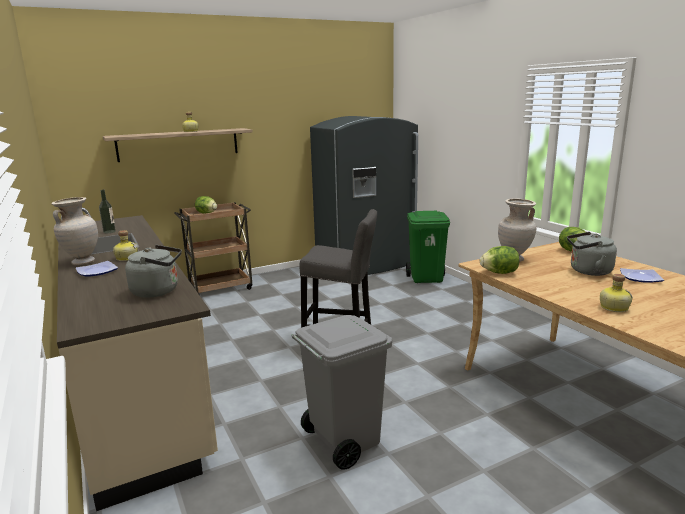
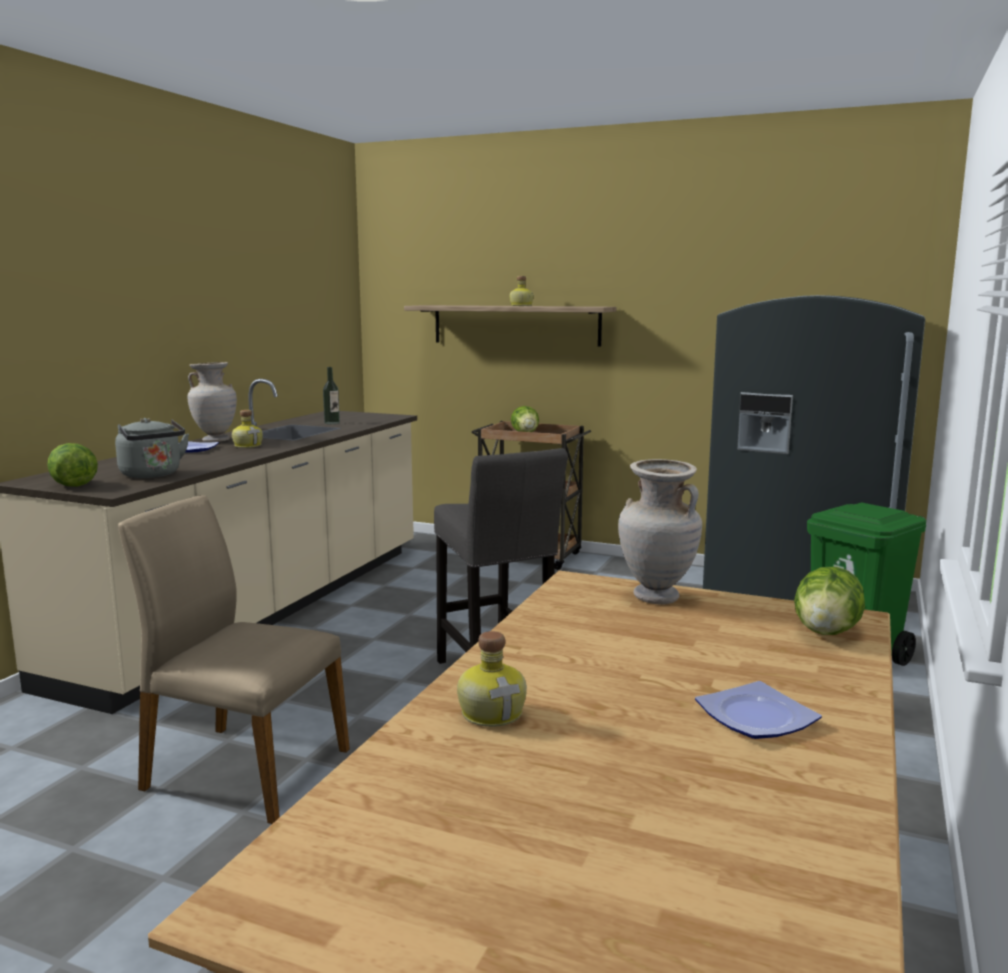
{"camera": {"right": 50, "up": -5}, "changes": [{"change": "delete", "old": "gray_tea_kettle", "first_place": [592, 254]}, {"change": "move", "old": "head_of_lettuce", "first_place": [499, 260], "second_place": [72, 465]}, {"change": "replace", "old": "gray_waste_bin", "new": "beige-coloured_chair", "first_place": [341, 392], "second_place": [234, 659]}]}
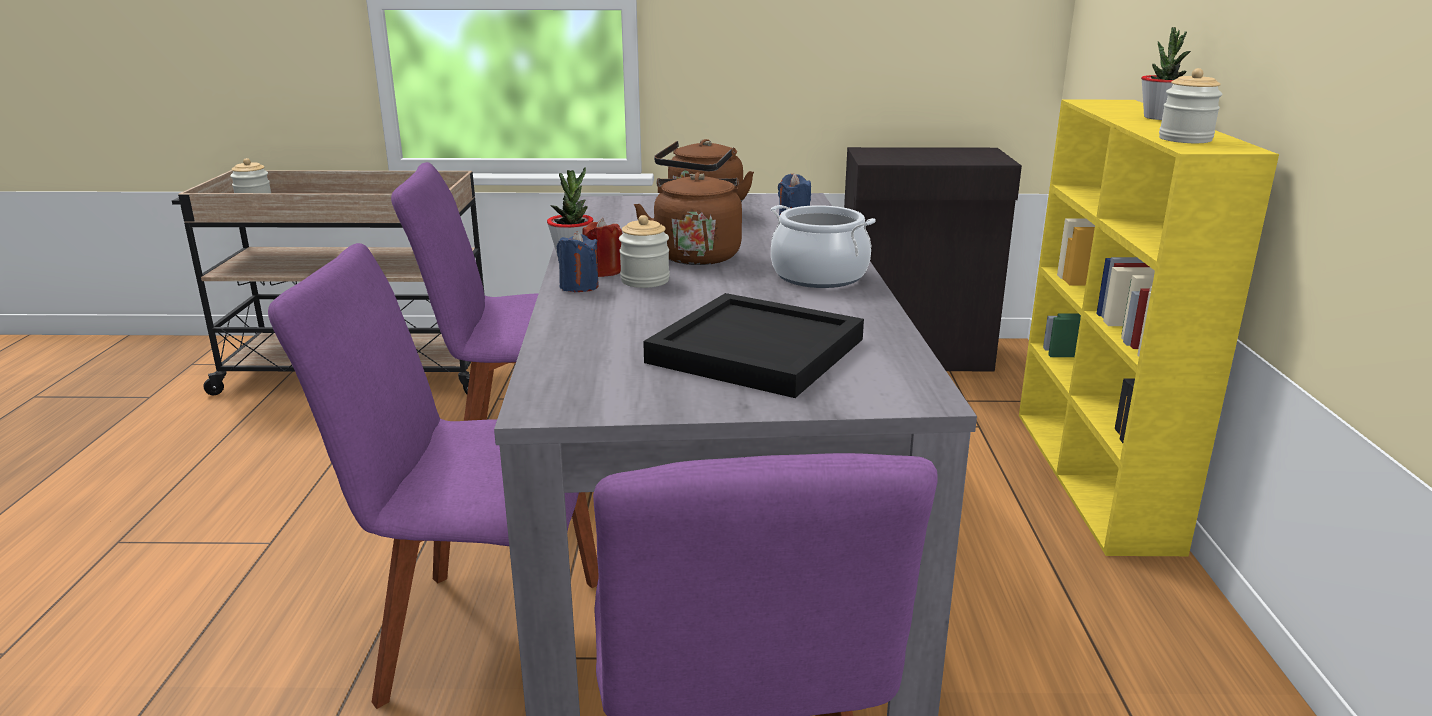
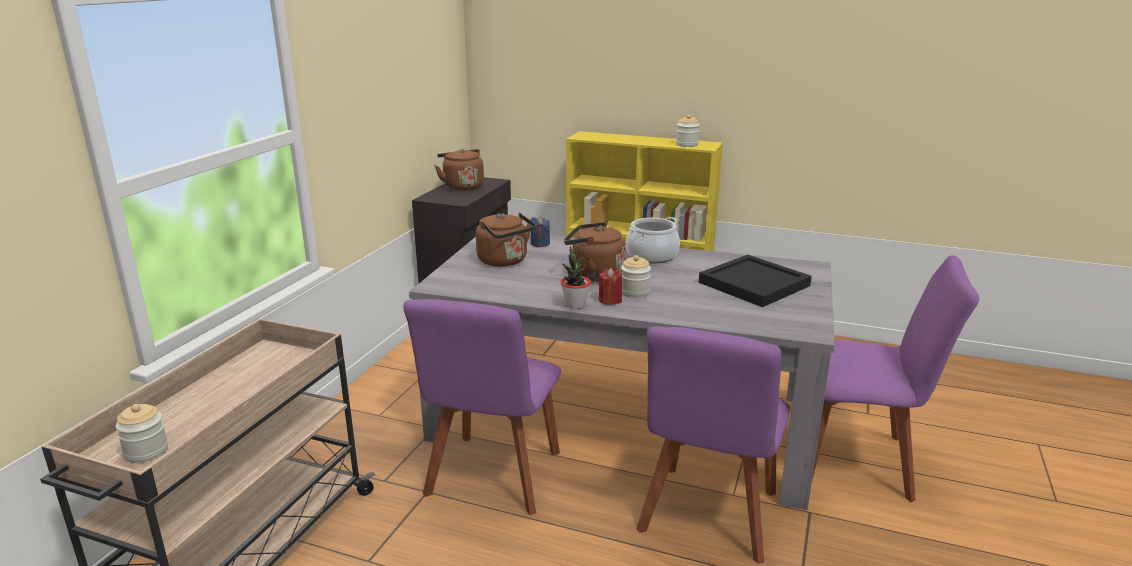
{"camera": {"right": -70, "up": 0}, "changes": [{"change": "delete", "old": "blue_wax_candle", "first_place": [578, 261]}, {"change": "delete", "old": "plant_in_a_pot", "first_place": [1166, 73]}, {"change": "insert", "new": "brown-coloured_tea_kettle", "second_place": [459, 170]}]}
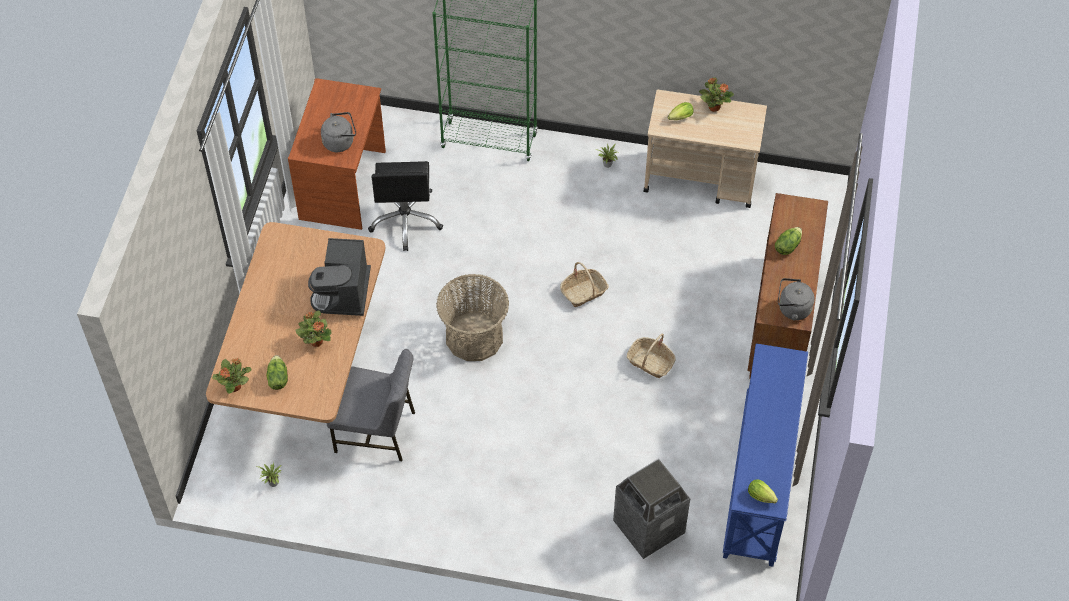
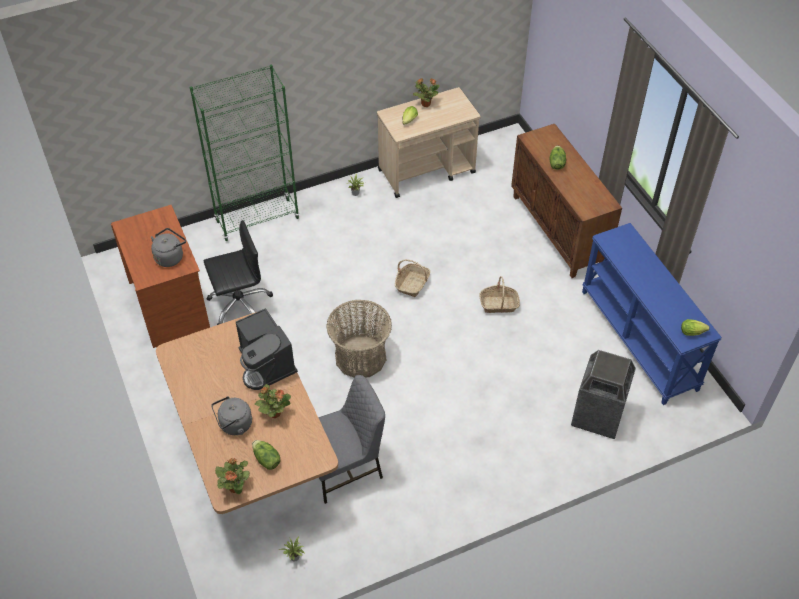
{"camera": {"right": -35, "up": -5}, "changes": [{"change": "move", "old": "gray_tea_kettle", "first_place": [796, 299], "second_place": [231, 415]}, {"change": "rotate", "old": "black-coloured_computer_chair", "first_place": [405, 206], "second_place": [238, 272], "degrees": -75}]}
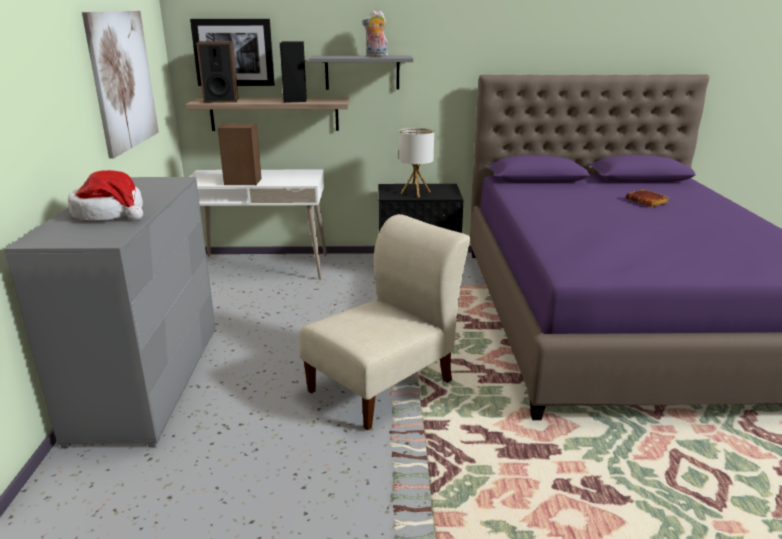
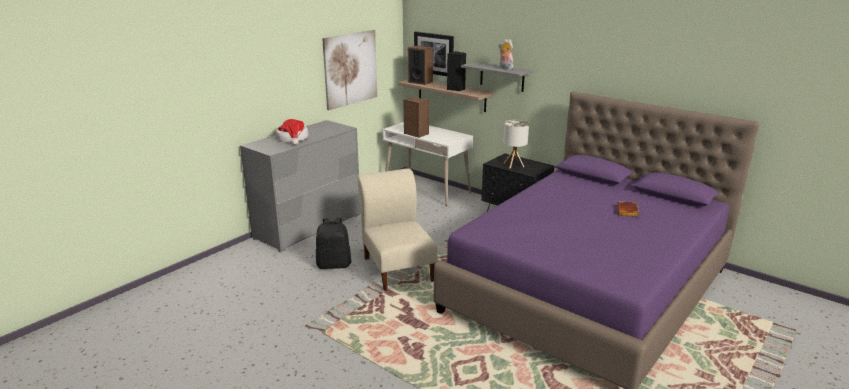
{"camera": {"right": 40, "up": 0}, "changes": [{"change": "insert", "new": "black-coloured_knapsack", "second_place": [333, 243]}, {"change": "rotate", "old": "beige-coloured_chair", "first_place": [384, 322], "second_place": [397, 229], "degrees": -105}]}
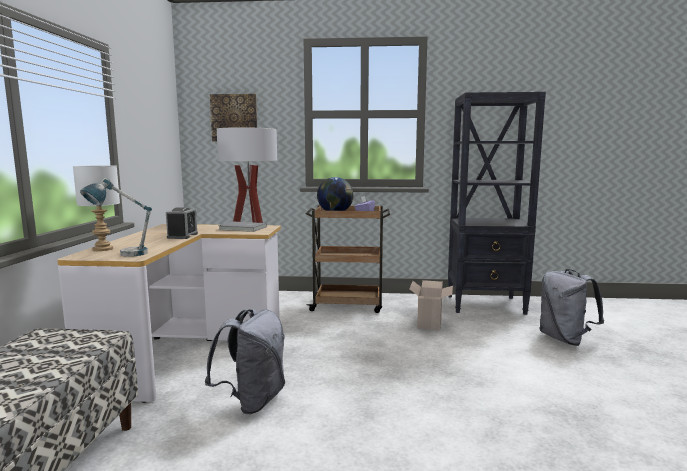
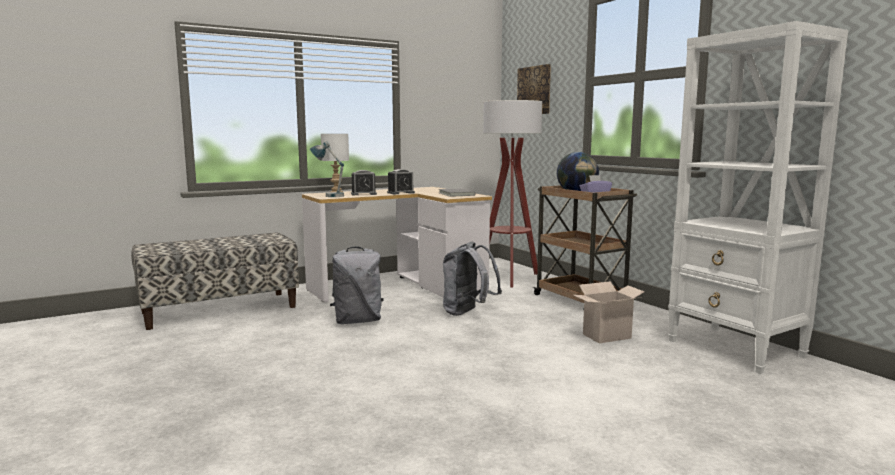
{"camera": {"right": 55, "up": 0}, "changes": [{"change": "insert", "new": "bedside_clock", "second_place": [364, 182]}, {"change": "move", "old": "gray_knapsack", "first_place": [571, 307], "second_place": [472, 279]}, {"change": "recolor", "old": "black-coloured_bookshelf", "new": "white_bookshelf", "first_place": [497, 203], "second_place": [758, 197]}]}
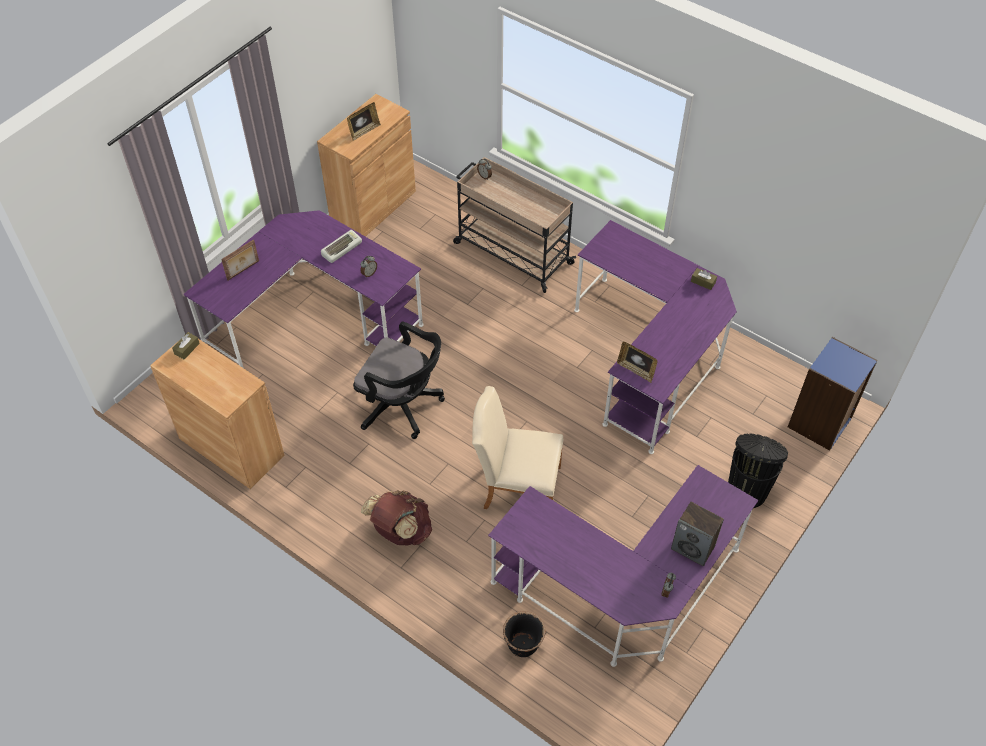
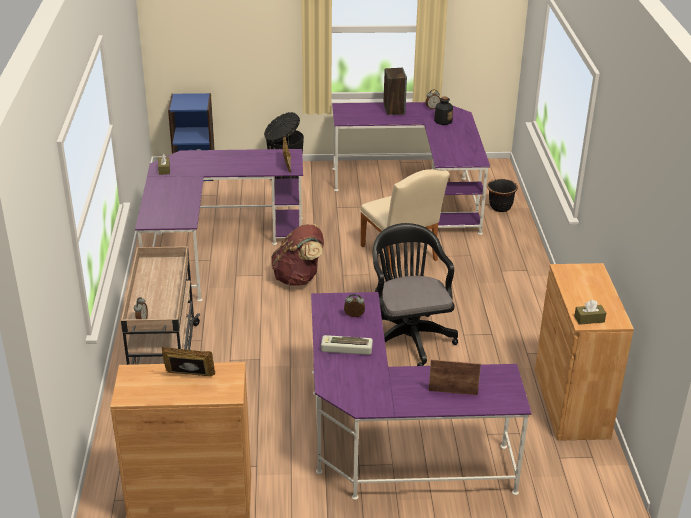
{"camera": {"right": -130, "up": -20}, "changes": [{"change": "insert", "new": "beverage_bottle", "second_place": [443, 111]}, {"change": "move", "old": "brown-coloured_knapsack", "first_place": [396, 517], "second_place": [297, 255]}]}
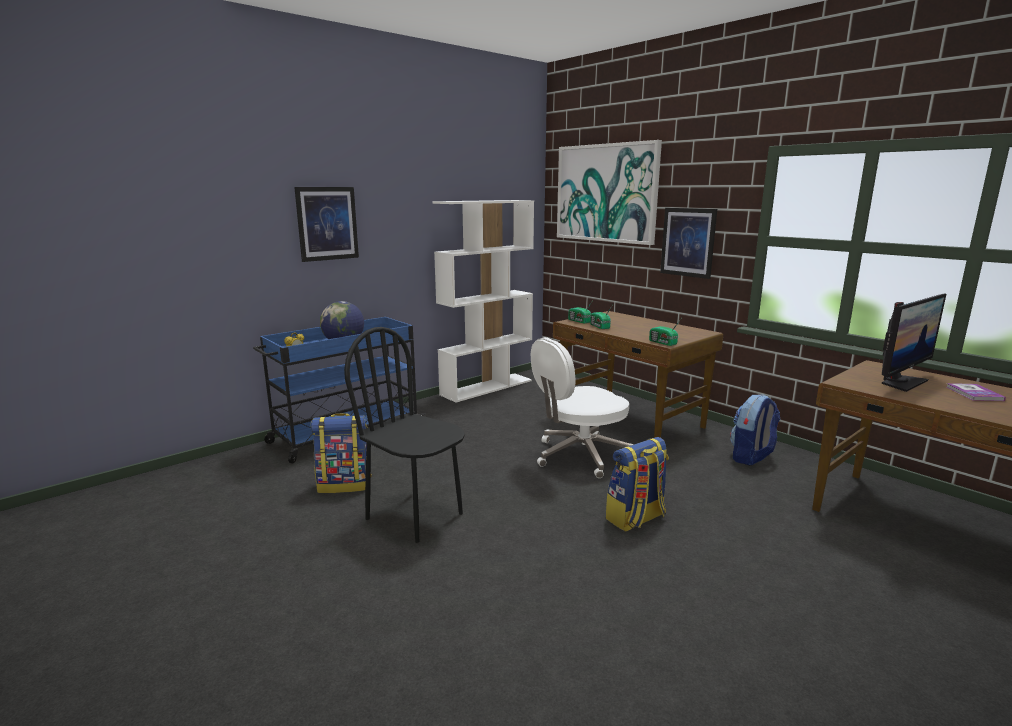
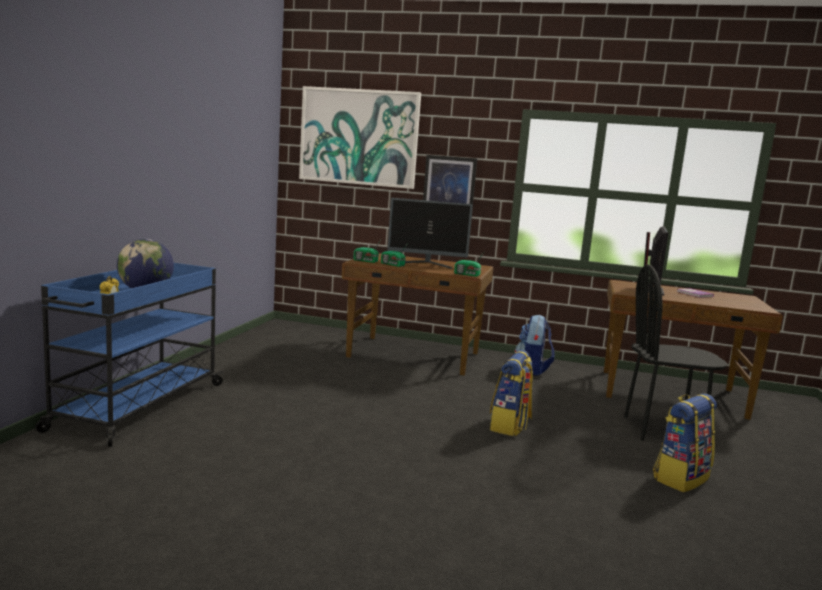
{"camera": {"right": -35, "up": -5}, "changes": [{"change": "delete", "old": "picture", "first_place": [326, 224]}, {"change": "delete", "old": "white_bookshelf", "first_place": [483, 301]}, {"change": "delete", "old": "white_computer_chair", "first_place": [582, 407]}, {"change": "insert", "new": "monitor", "second_place": [430, 233]}, {"change": "move", "old": "knapsack", "first_place": [341, 453], "second_place": [685, 442]}, {"change": "move", "old": "black-coloured_chair", "first_place": [404, 435], "second_place": [675, 353]}]}
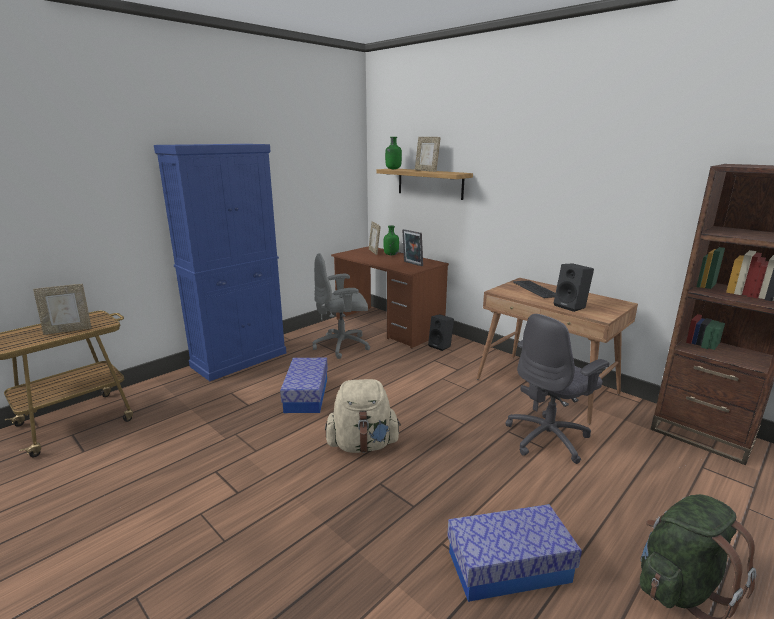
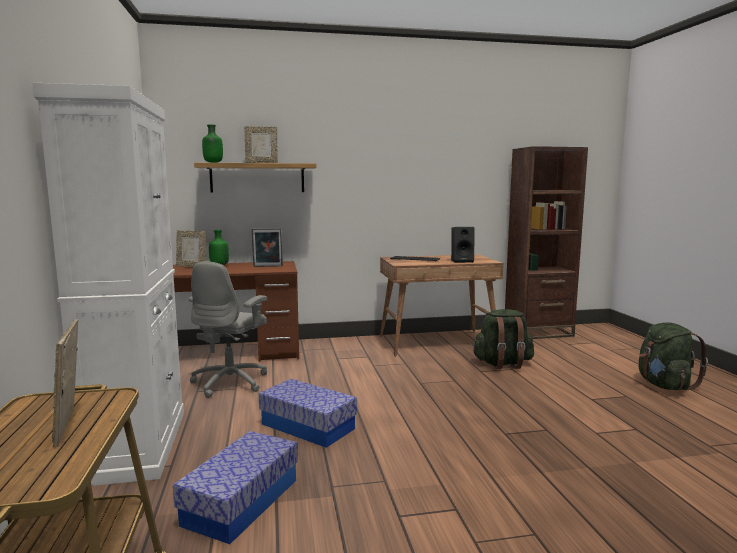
{"camera": {"right": -55, "up": -10}, "changes": [{"change": "delete", "old": "beige-coloured_knapsack", "first_place": [363, 416]}, {"change": "delete", "old": "black-coloured_speaker", "first_place": [441, 332]}, {"change": "move", "old": "storage_container", "first_place": [514, 553], "second_place": [235, 487]}, {"change": "replace", "old": "gray_computer_chair", "new": "green-coloured_knapsack", "first_place": [557, 389], "second_place": [503, 339]}, {"change": "recolor", "old": "blue_cupboard", "new": "white_cupboard", "first_place": [220, 262], "second_place": [108, 284]}, {"change": "rotate", "old": "photo_frame", "first_place": [62, 309], "second_place": [65, 383], "degrees": 150}]}
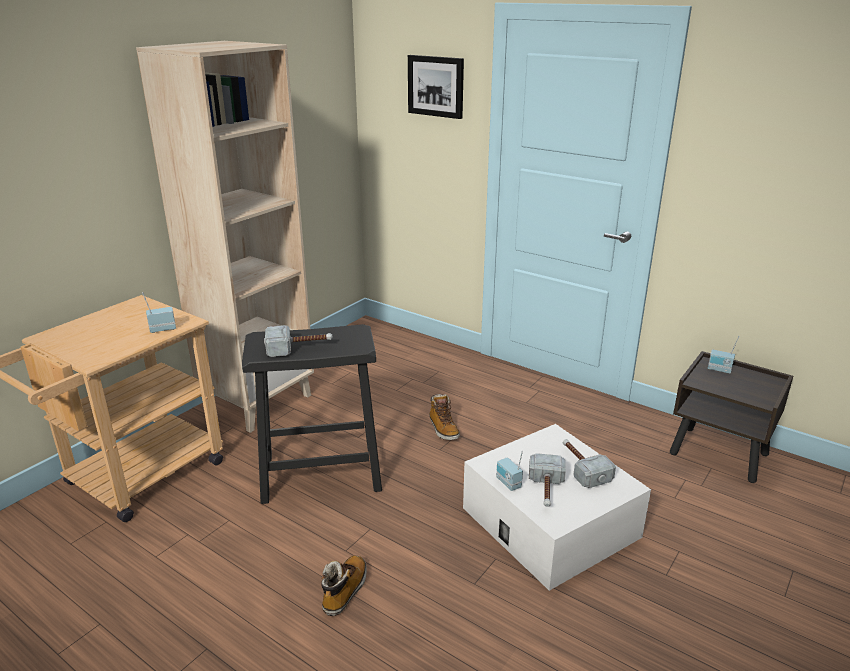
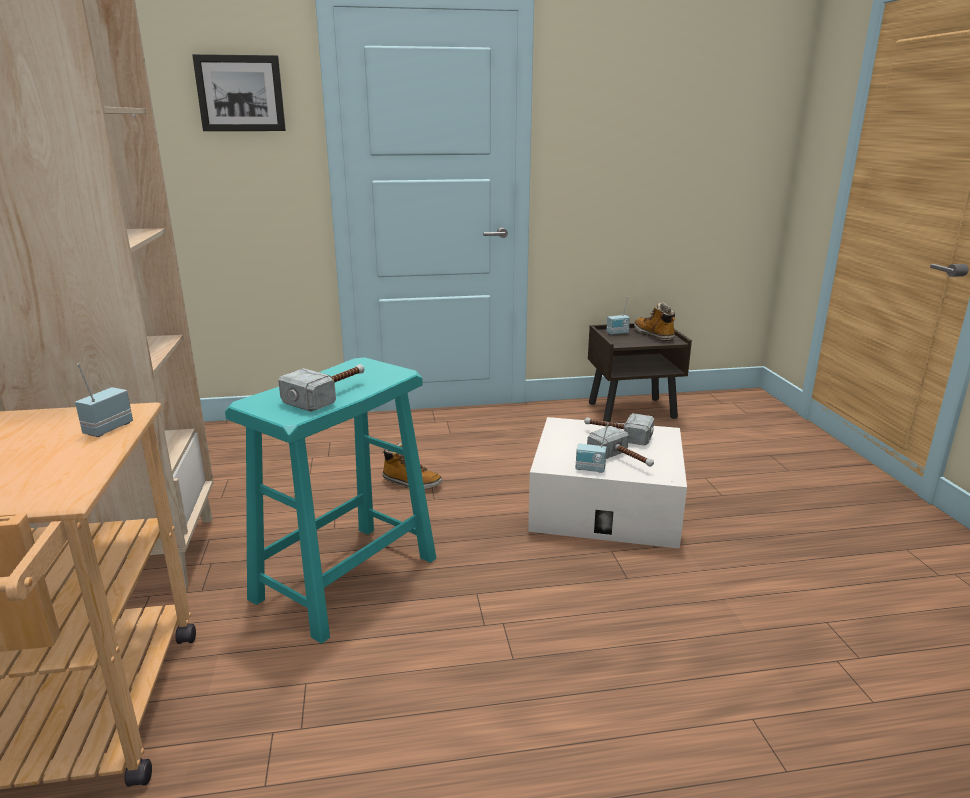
{"camera": {"right": -45, "up": -5}, "changes": [{"change": "move", "old": "high-top_boot", "first_place": [344, 586], "second_place": [654, 321]}, {"change": "recolor", "old": "black-coloured_sitting_stool", "new": "turquoise-coloured_sitting_stool", "first_place": [312, 414], "second_place": [330, 500]}]}
